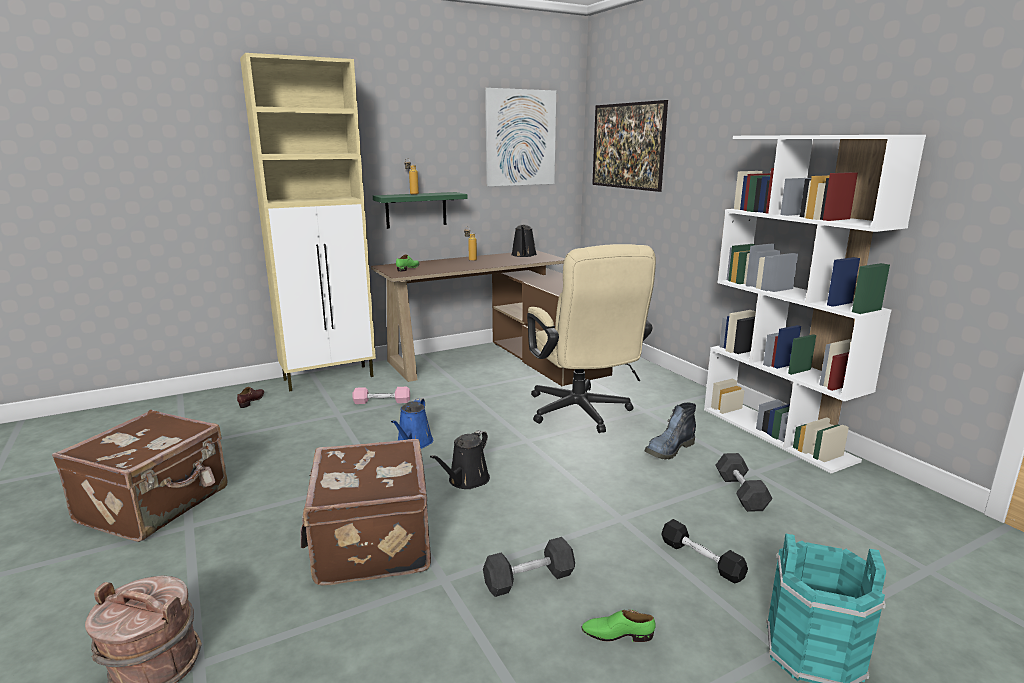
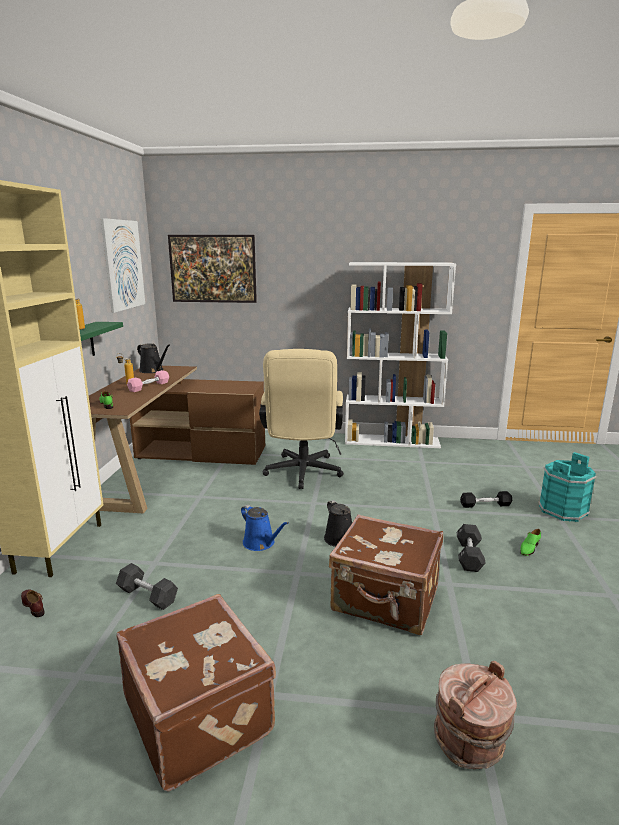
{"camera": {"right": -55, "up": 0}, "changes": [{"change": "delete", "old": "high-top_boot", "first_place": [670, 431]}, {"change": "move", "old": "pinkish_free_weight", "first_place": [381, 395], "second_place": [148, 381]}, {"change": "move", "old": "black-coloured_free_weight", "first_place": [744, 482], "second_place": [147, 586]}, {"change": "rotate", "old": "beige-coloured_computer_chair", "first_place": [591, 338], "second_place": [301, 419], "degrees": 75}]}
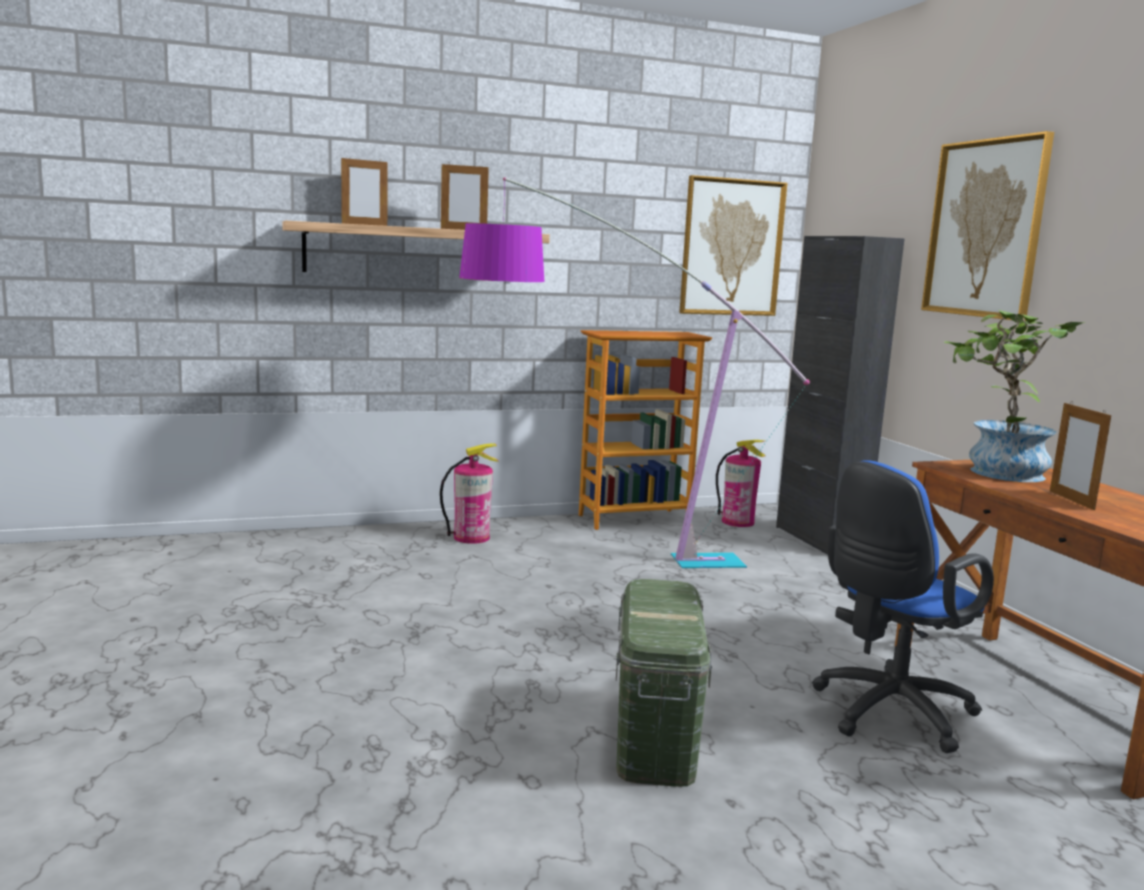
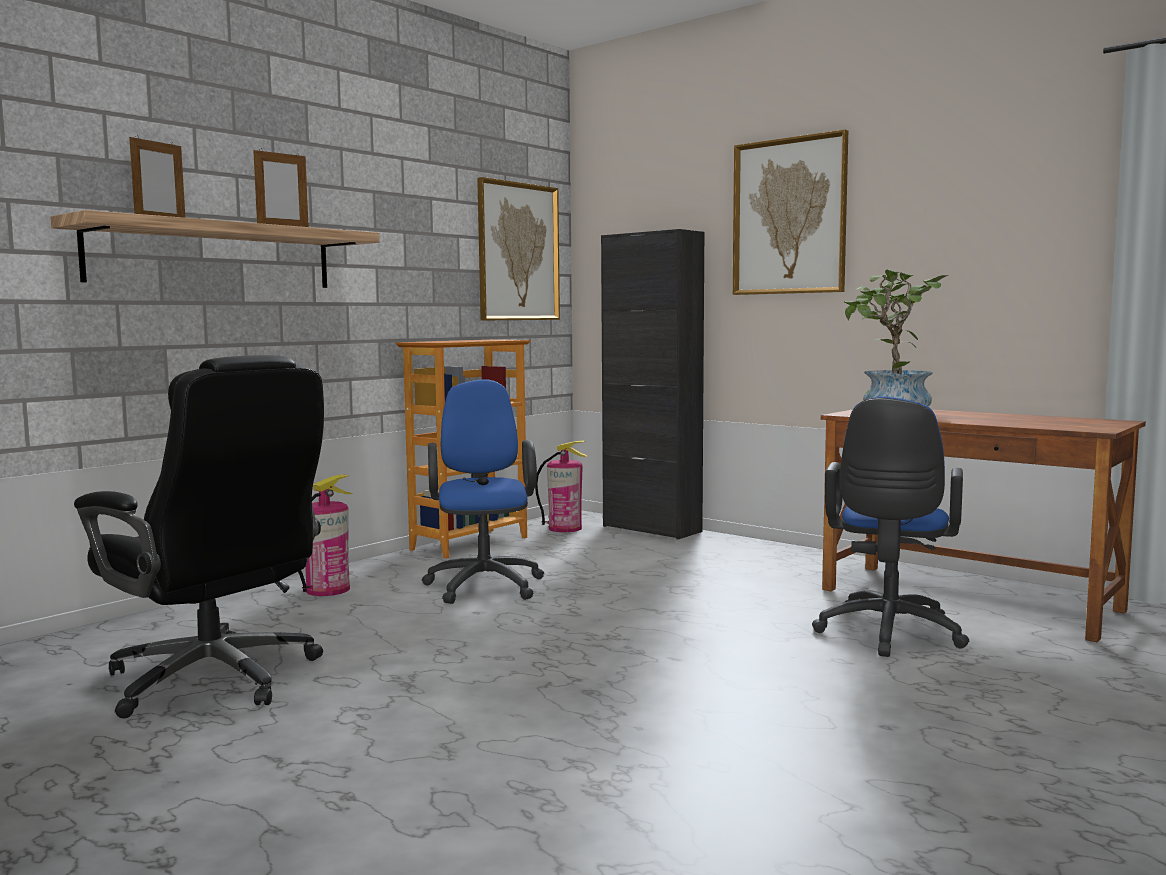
{"camera": {"right": -30, "up": -5}, "changes": [{"change": "delete", "old": "green-coloured_storage_container", "first_place": [664, 683]}, {"change": "delete", "old": "photo_frame", "first_place": [1080, 455]}, {"change": "insert", "new": "black-coloured_computer_chair", "second_place": [199, 536]}, {"change": "replace", "old": "standing_lamp", "new": "blue_computer_chair", "first_place": [634, 372], "second_place": [483, 491]}]}
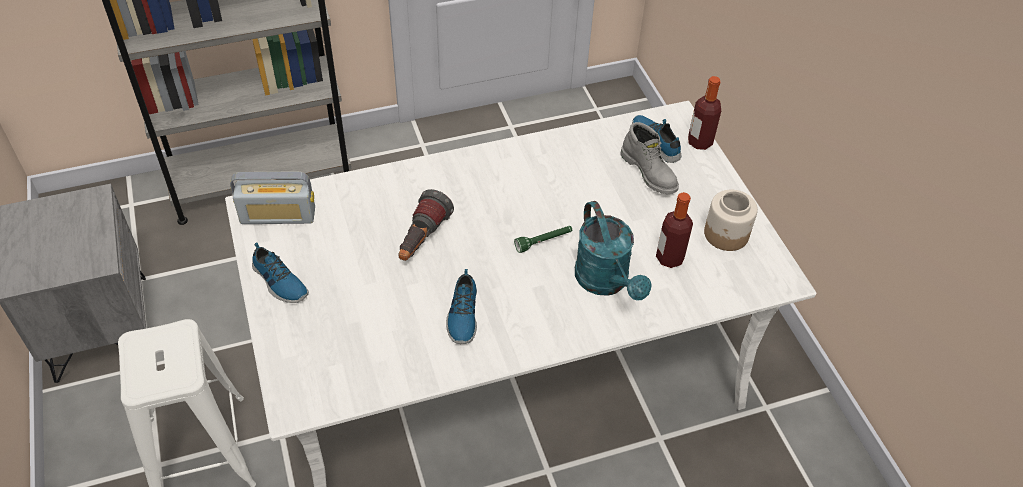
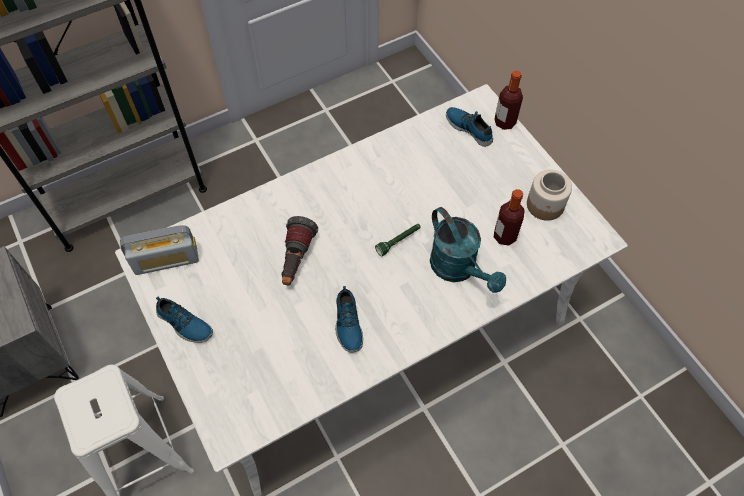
{"camera": {"right": -10, "up": 10}, "changes": [{"change": "delete", "old": "gray_high-top_boot", "first_place": [649, 158]}]}
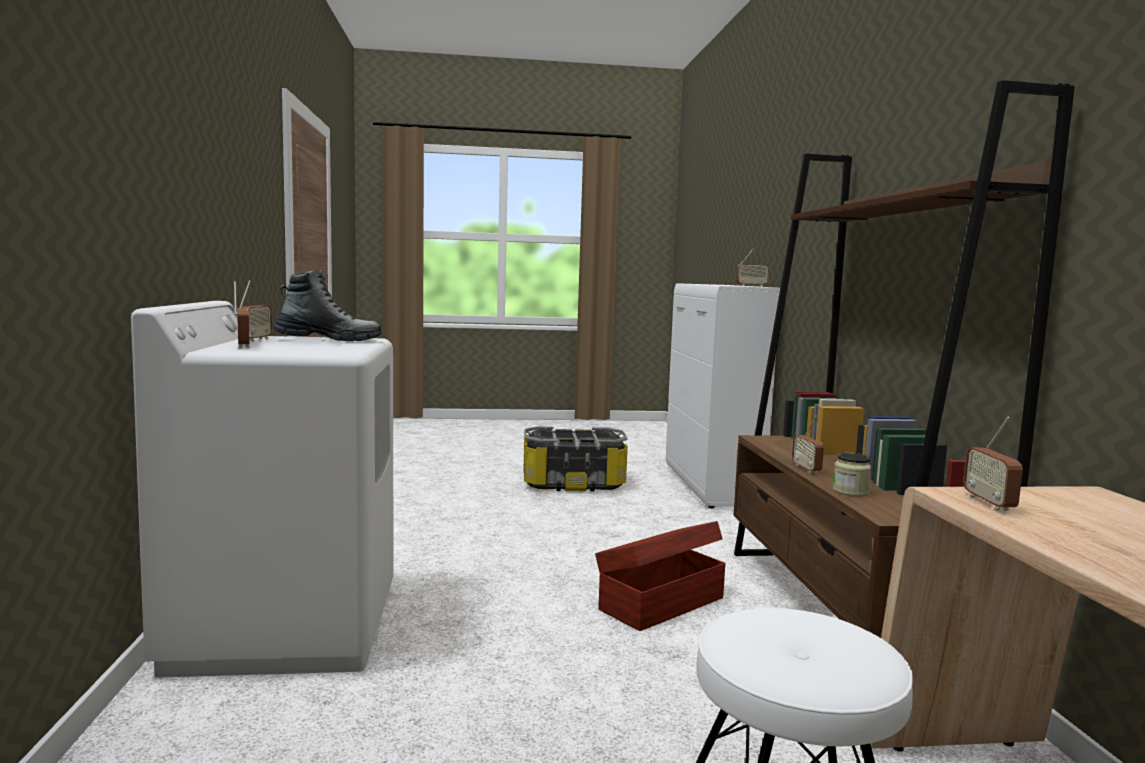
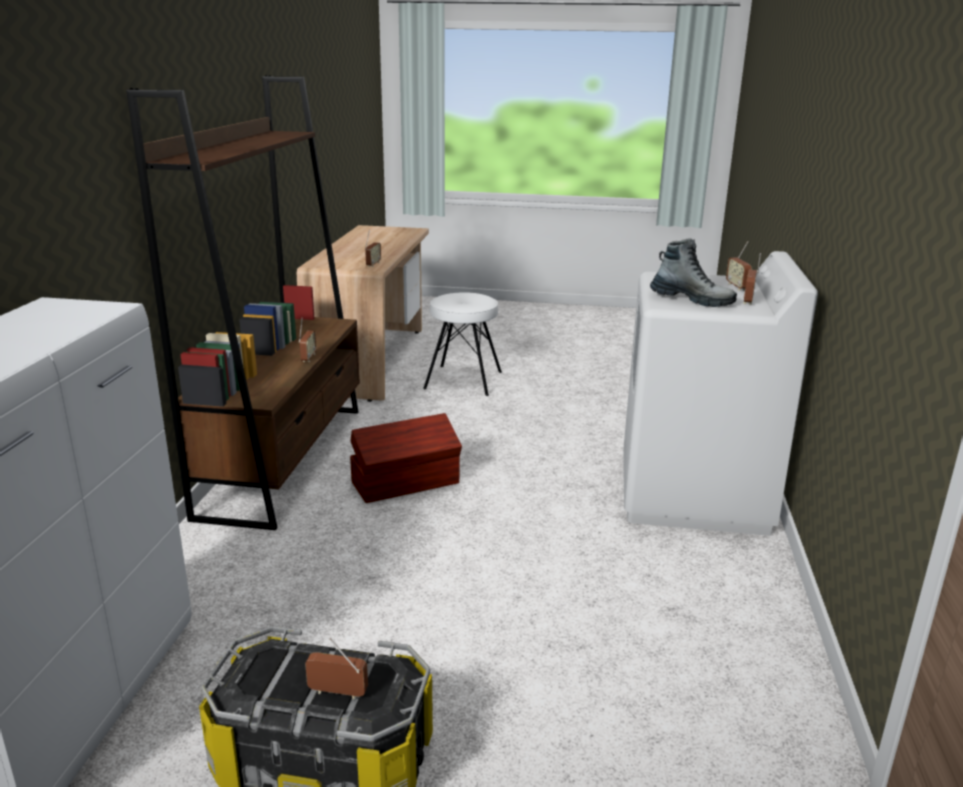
{"camera": {"right": -165, "up": 15}, "changes": [{"change": "delete", "old": "storage_jar", "first_place": [852, 474]}, {"change": "move", "old": "radio_set", "first_place": [752, 267], "second_place": [336, 668]}, {"change": "rotate", "old": "high-top_boot", "first_place": [327, 305], "second_place": [693, 272], "degrees": -150}]}
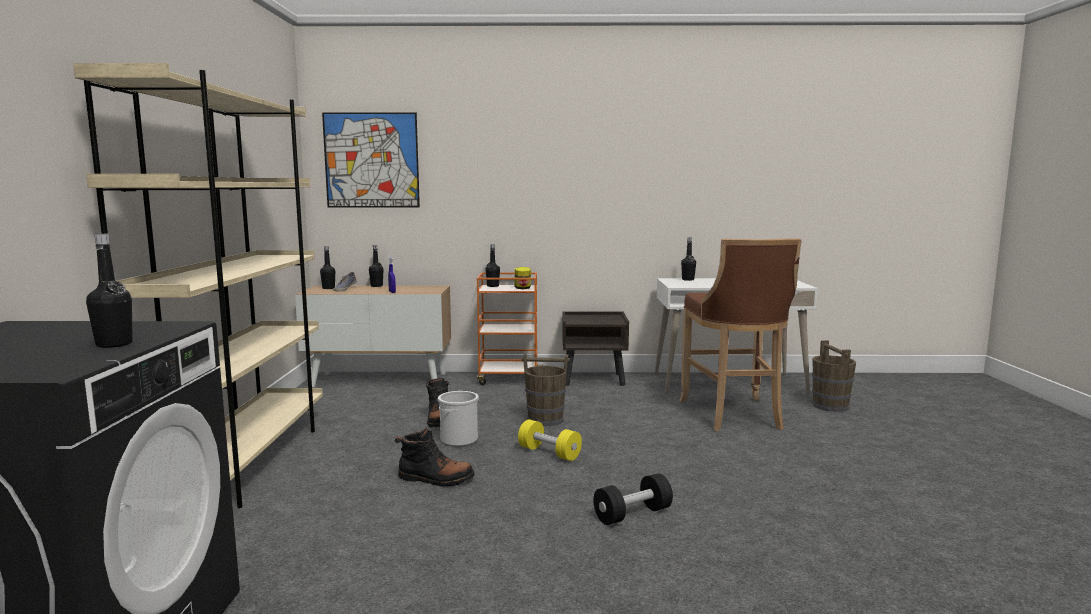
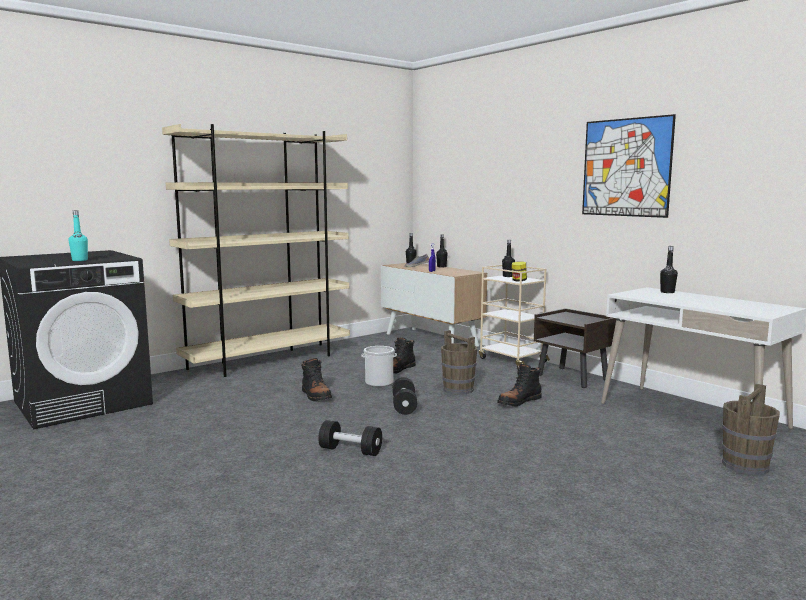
{"camera": {"right": 50, "up": 0}, "changes": [{"change": "delete", "old": "brown-coloured_sitting_stool", "first_place": [740, 334]}, {"change": "insert", "new": "black-coloured_high-top_boot", "second_place": [519, 385]}, {"change": "move", "old": "picture", "first_place": [371, 160], "second_place": [629, 166]}, {"change": "recolor", "old": "black-coloured_beverage_bottle", "new": "turquoise-coloured_beverage_bottle", "first_place": [109, 291], "second_place": [78, 236]}, {"change": "recolor", "old": "orange-coloured_trolley", "new": "beige-coloured_trolley", "first_place": [510, 328], "second_place": [514, 316]}, {"change": "recolor", "old": "yellow-coloured_free_weight", "new": "black-coloured_free_weight", "first_place": [550, 440], "second_place": [404, 396]}]}
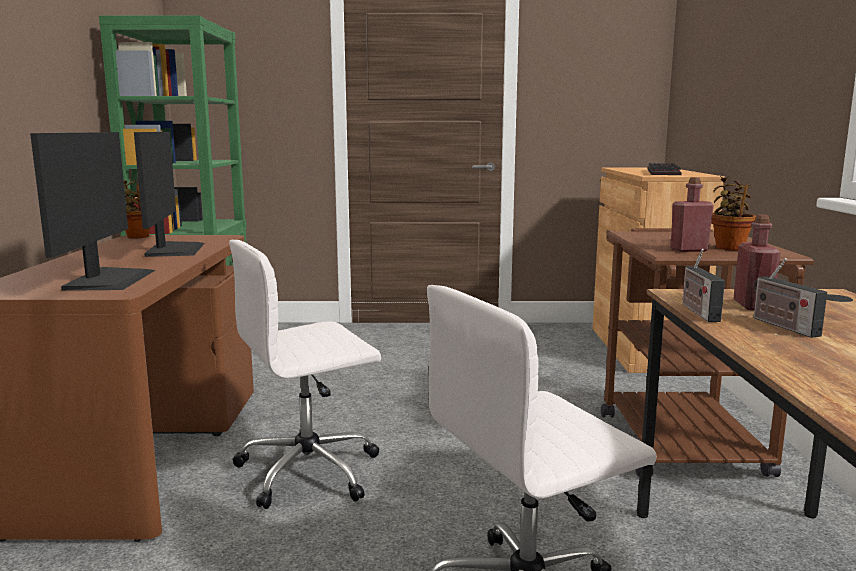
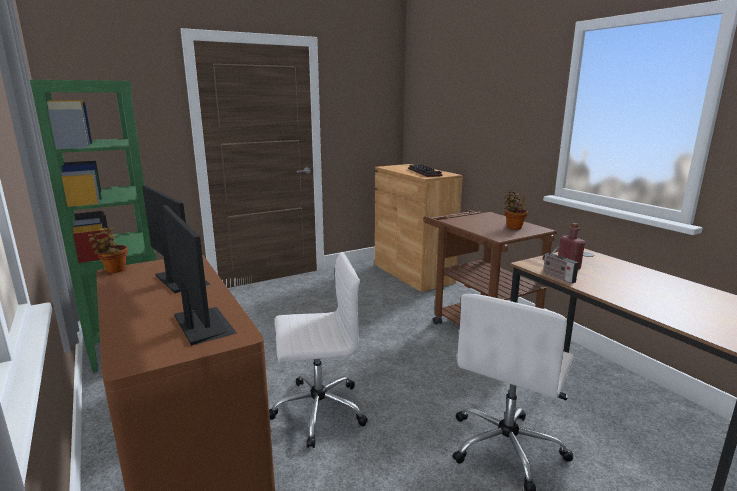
{"camera": {"right": -30, "up": 5}, "changes": [{"change": "delete", "old": "red_beverage_bottle", "first_place": [692, 214]}, {"change": "delete", "old": "radio_set", "first_place": [790, 298]}, {"change": "rotate", "old": "white_computer_chair", "first_place": [305, 374], "second_place": [318, 350], "degrees": -135}]}
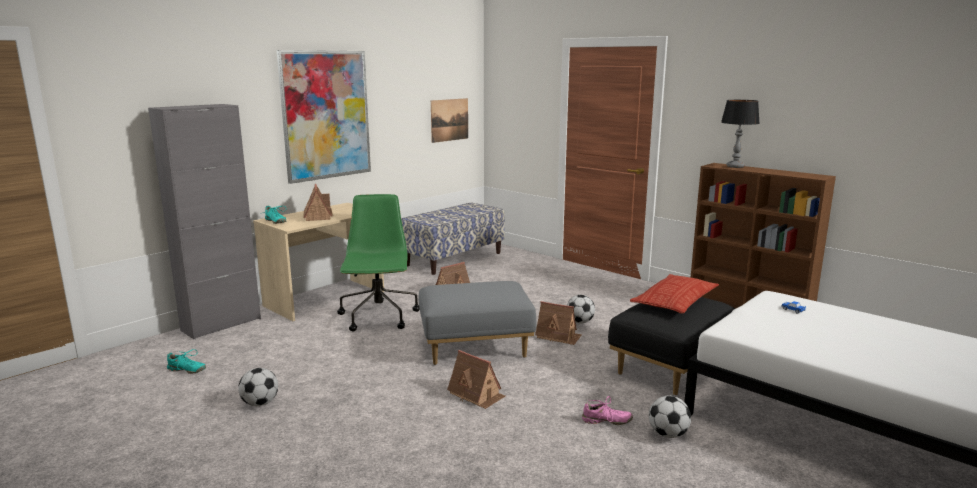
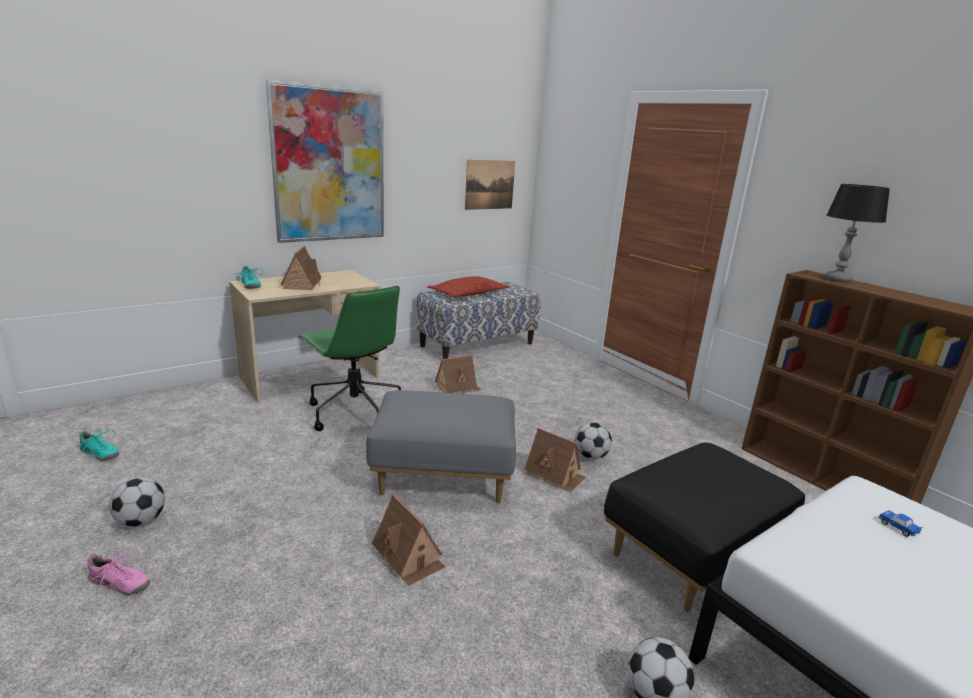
{"camera": {"right": 10, "up": 5}, "changes": [{"change": "delete", "old": "gray_cupboard", "first_place": [204, 221]}, {"change": "move", "old": "pinkish_shoe", "first_place": [607, 410], "second_place": [117, 572]}, {"change": "move", "old": "throw_pillow", "first_place": [674, 294], "second_place": [468, 286]}, {"change": "rotate", "old": "green-coloured_computer_chair", "first_place": [378, 263], "second_place": [349, 358], "degrees": 135}]}
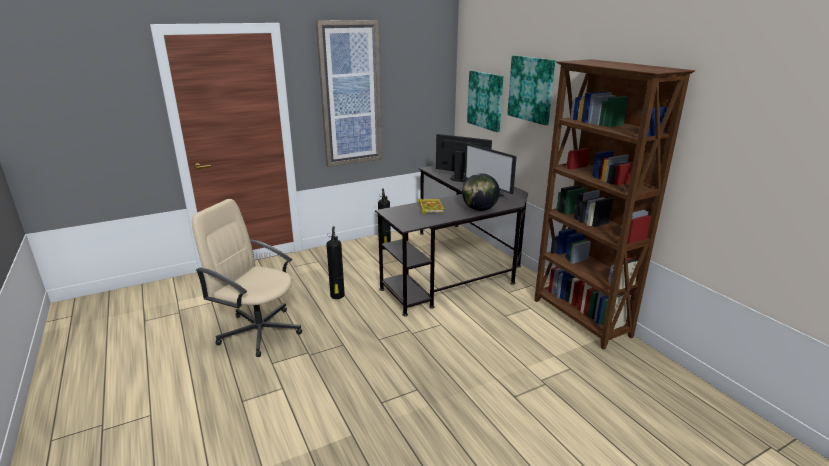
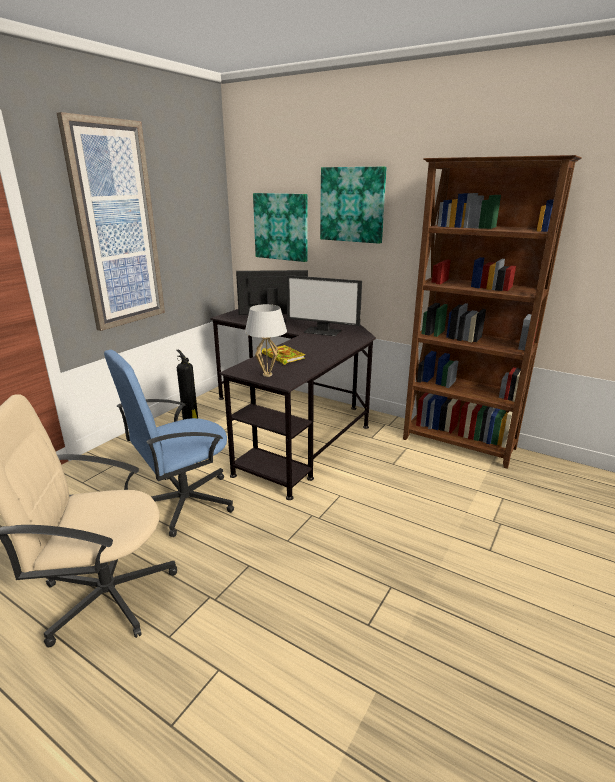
{"camera": {"right": -30, "up": 0}, "changes": [{"change": "delete", "old": "desk_globe", "first_place": [481, 192]}, {"change": "insert", "new": "white_tabletop_lamp", "second_place": [266, 340]}, {"change": "replace", "old": "fire-fighting_cylinder", "new": "blue_computer_chair", "first_place": [335, 262], "second_place": [169, 443]}]}
